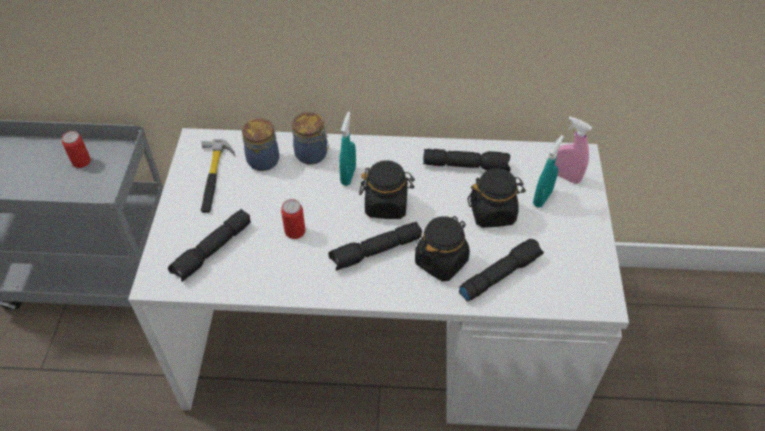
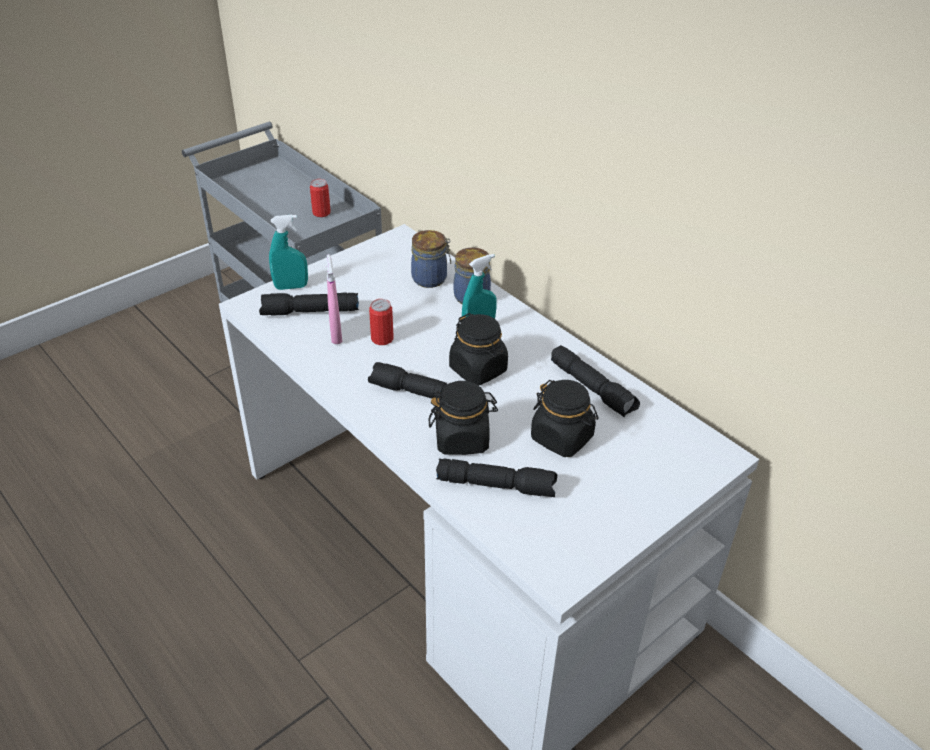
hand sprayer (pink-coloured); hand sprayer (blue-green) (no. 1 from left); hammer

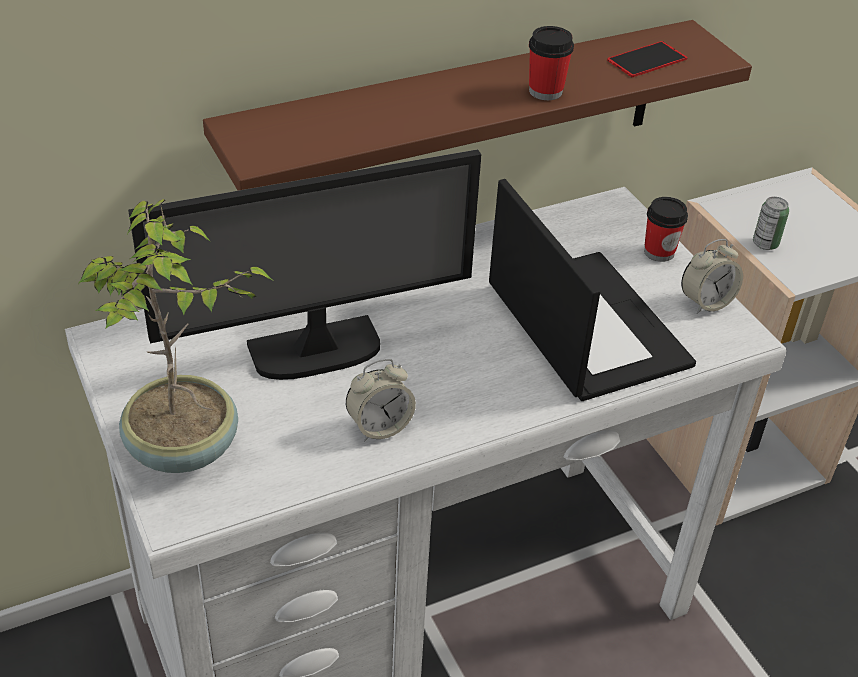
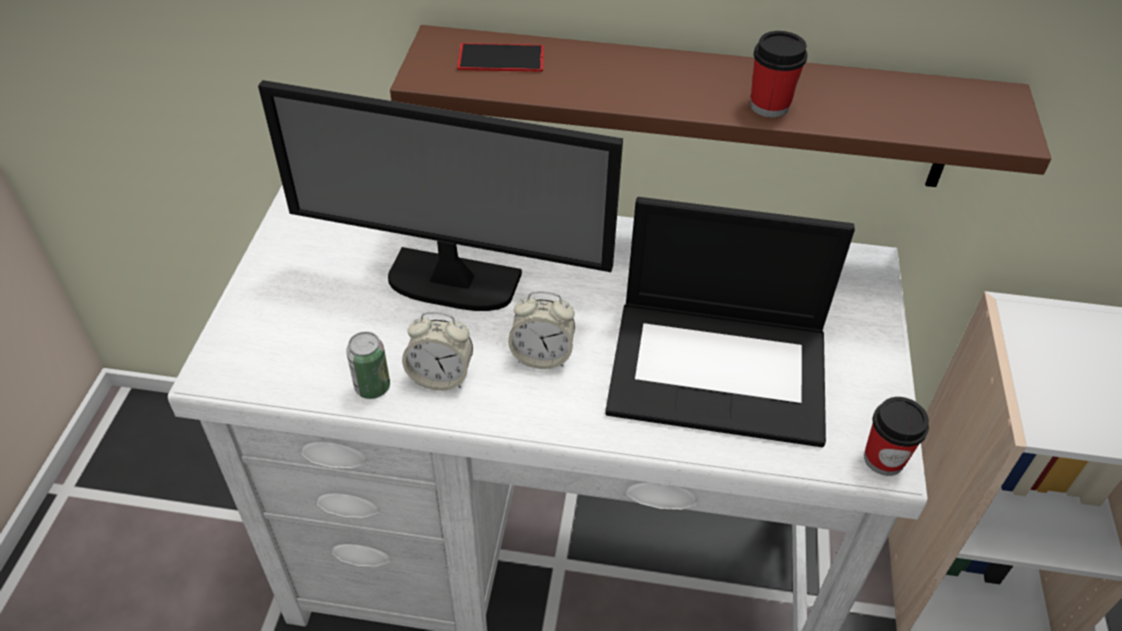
handset; portable computer; drinking cup (no. 2 from left); can; houseplant; table clock (no. 2 from left)

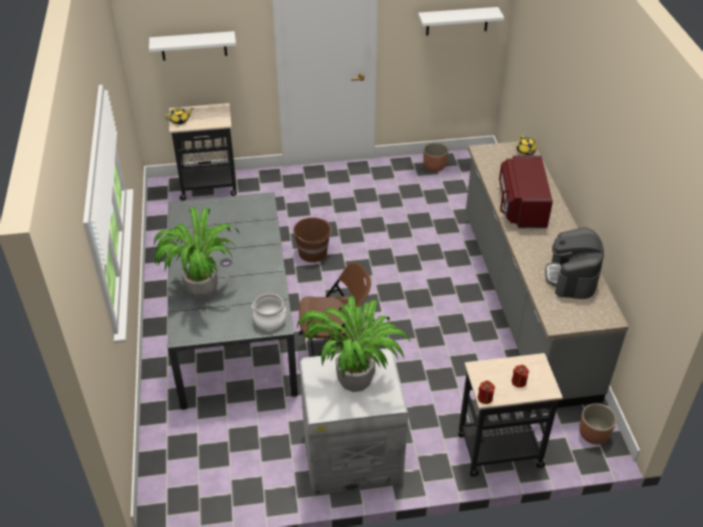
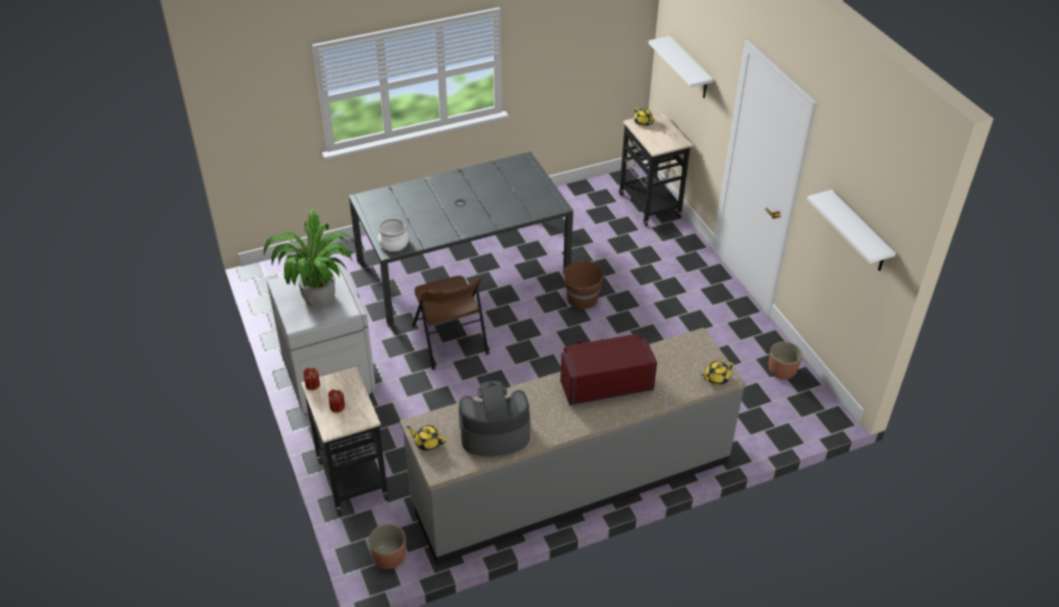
houseplant (no. 1 from left in the first image); pot for tea (yellowish) (no. 1 from left)

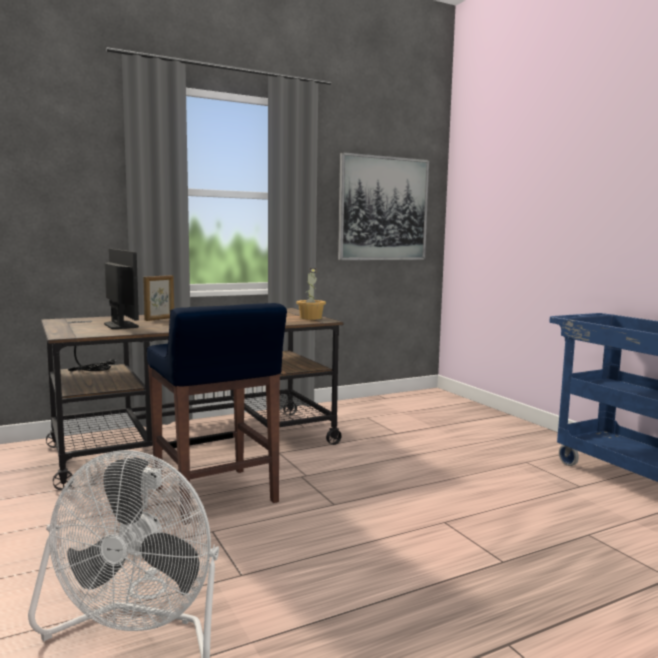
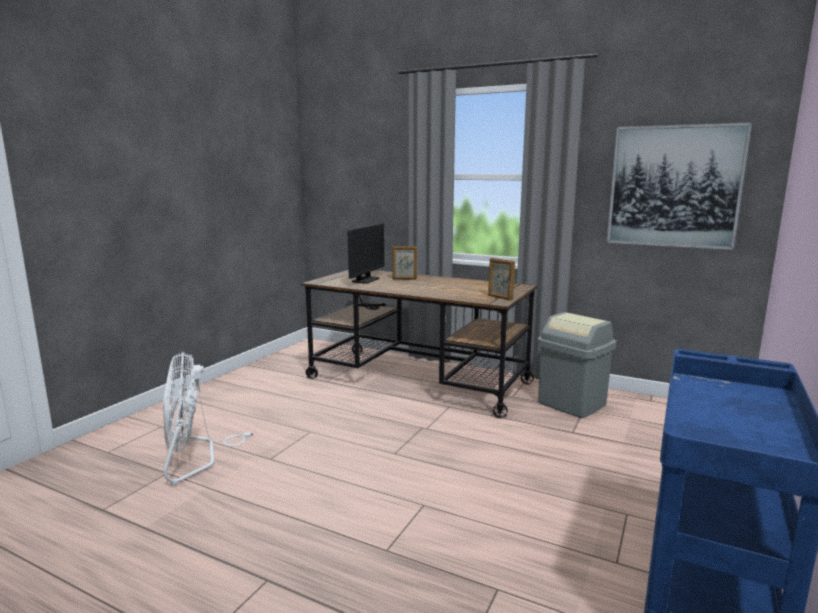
photo frame (no. 2 from left); stool (blue); trash can (greyish)

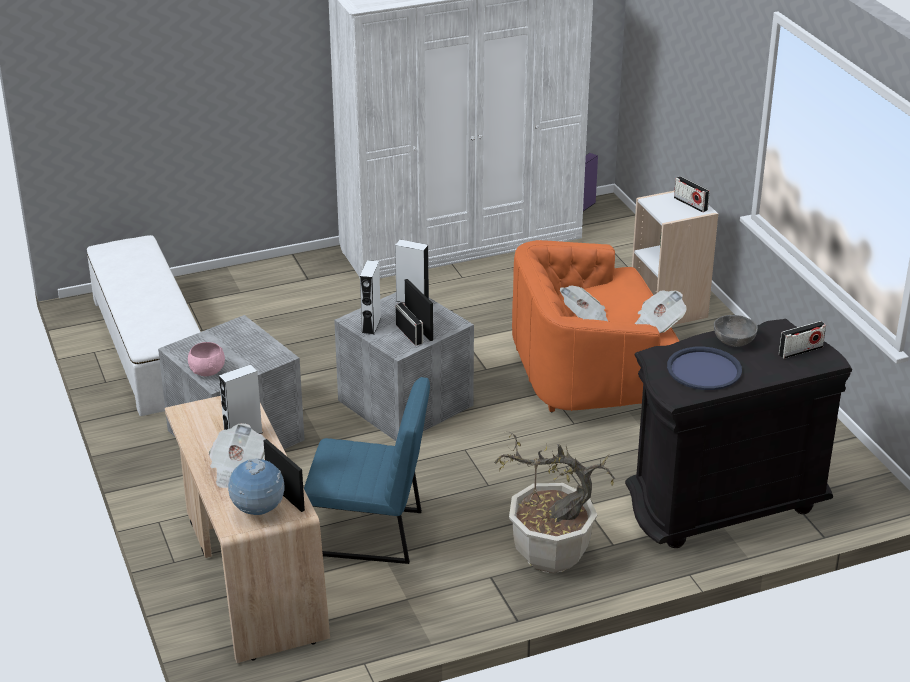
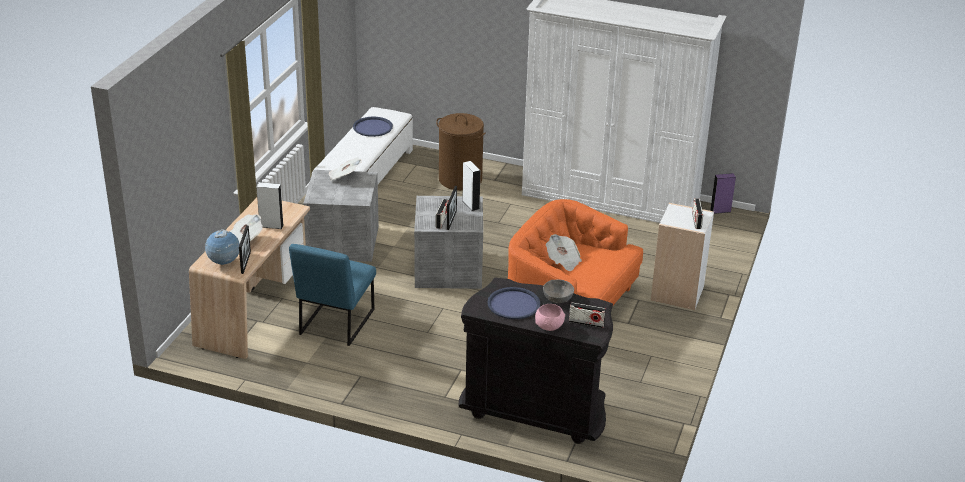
speaker (whitish) (no. 2 from left in the first image); daily paper (no. 2 from left); deep dish (pink-coloured); upright chair (blue); houseplant; laundry basket (brown-coloured); carrying tray (blue) (no. 1 from left)

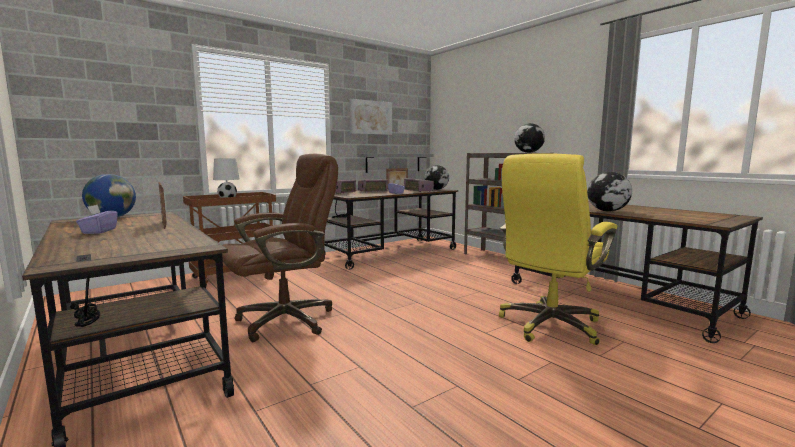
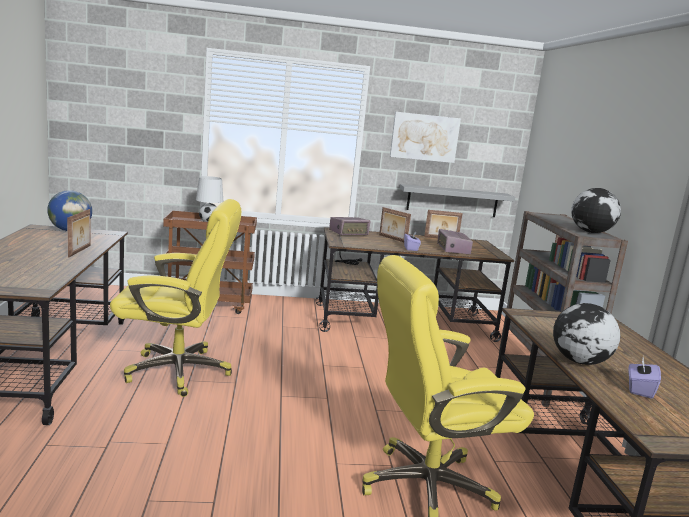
desk chair (yellowish) (no. 1 from left); world globe (no. 2 from left in the first image); photo frame (no. 2 from left); tissue holder (purple-coloured) (no. 2 from left)

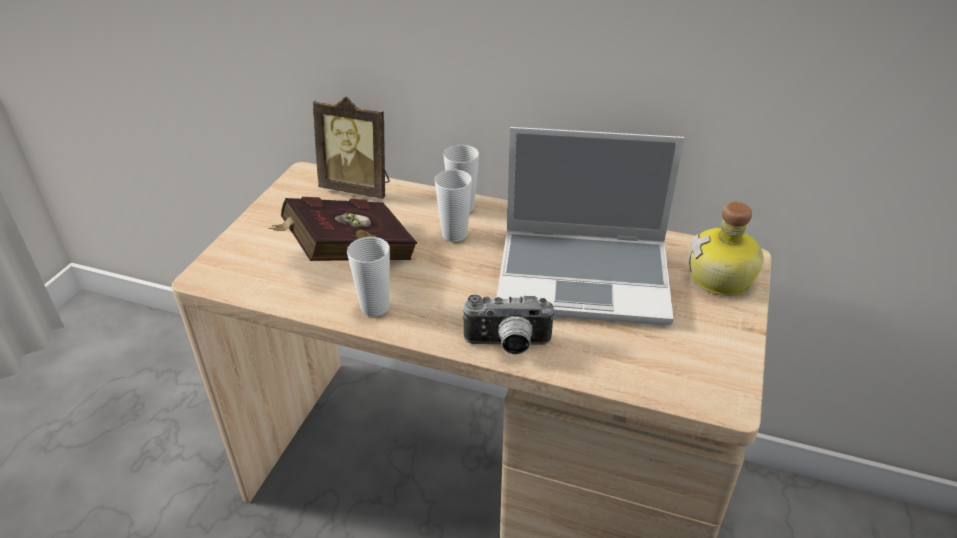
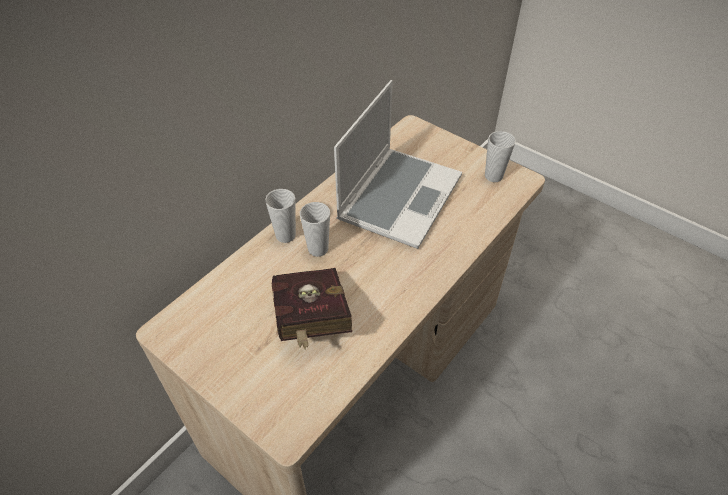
photo frame; bottle; drinking cup (no. 3 from left); photo camera

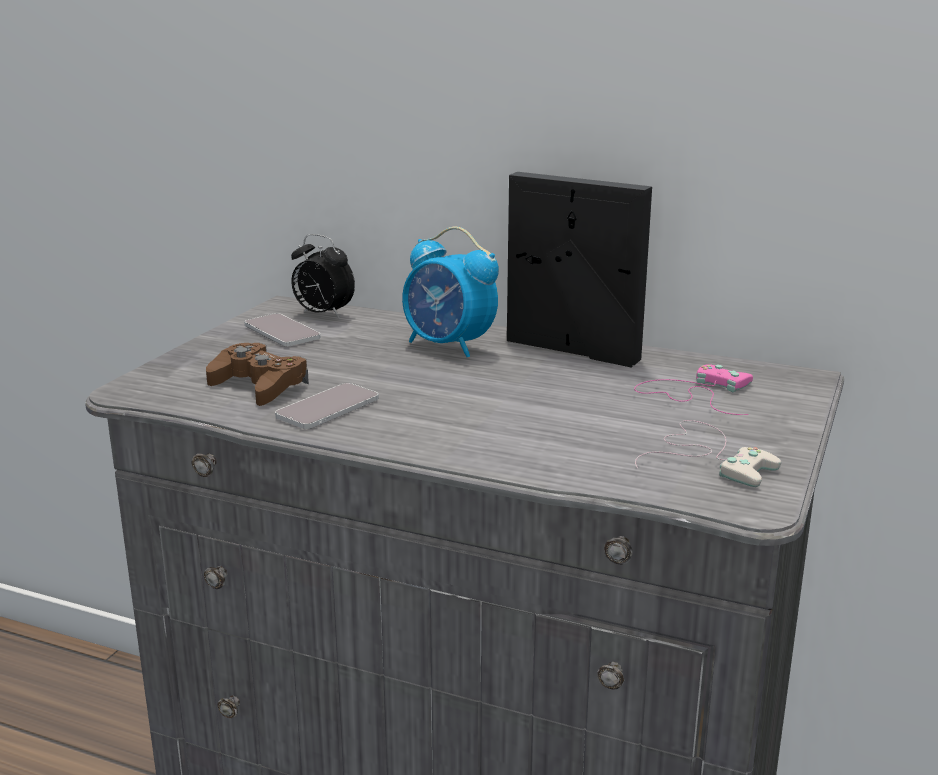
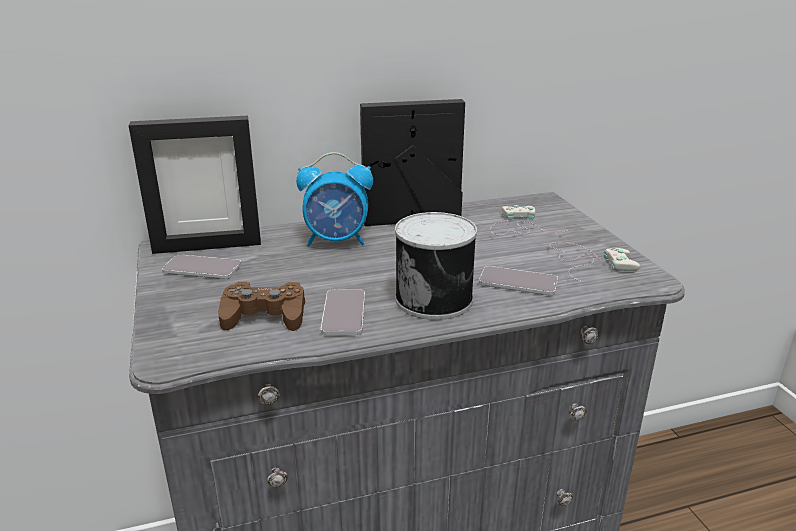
photo frame (no. 1 from left); joypad (whitish) (no. 1 from left); can; handset (no. 3 from left)

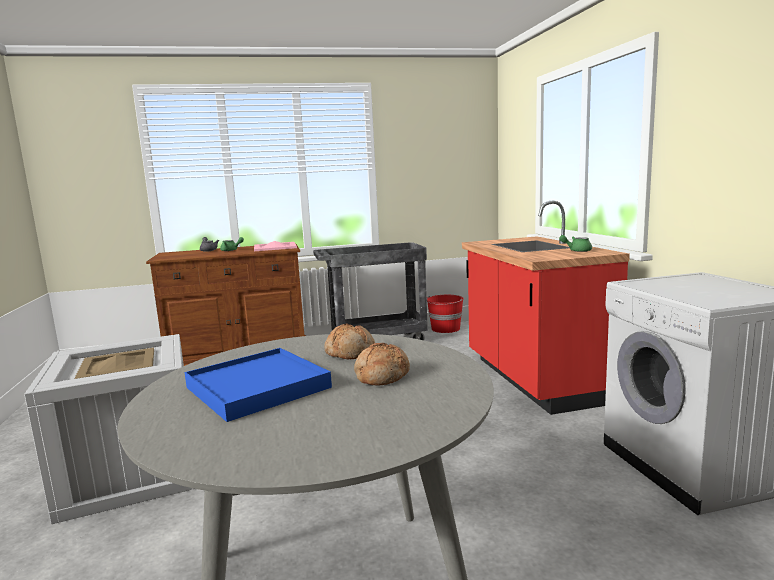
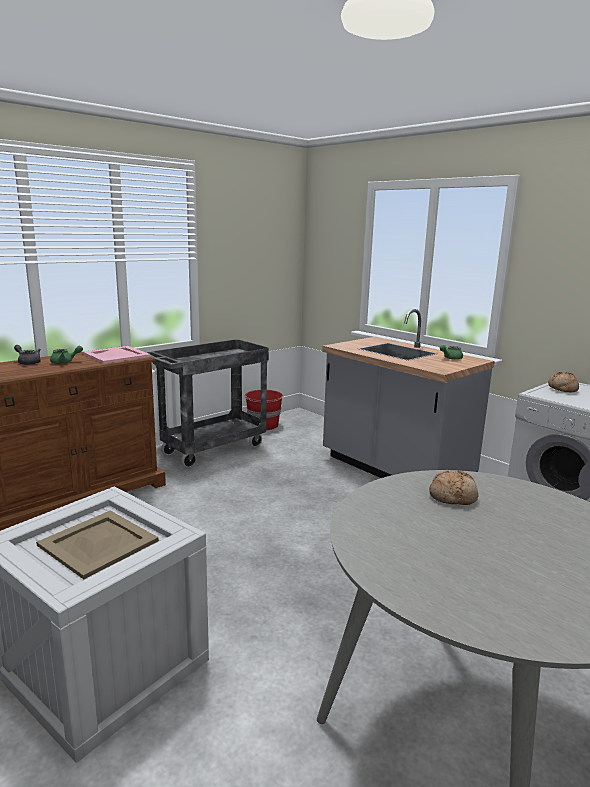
counter (greyish); bread (no. 2 from left); carrying tray (blue)

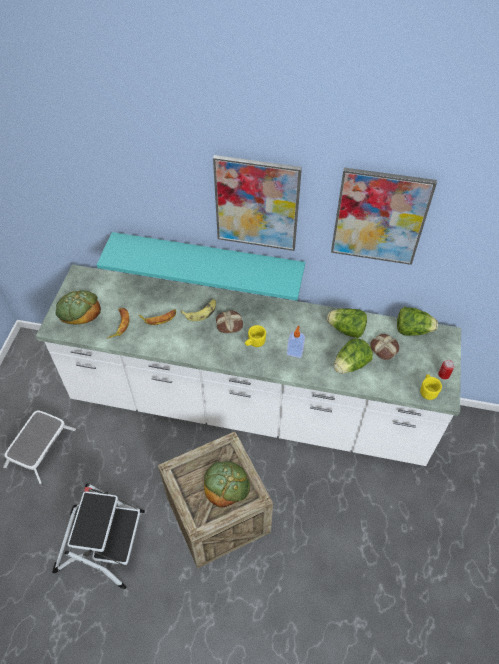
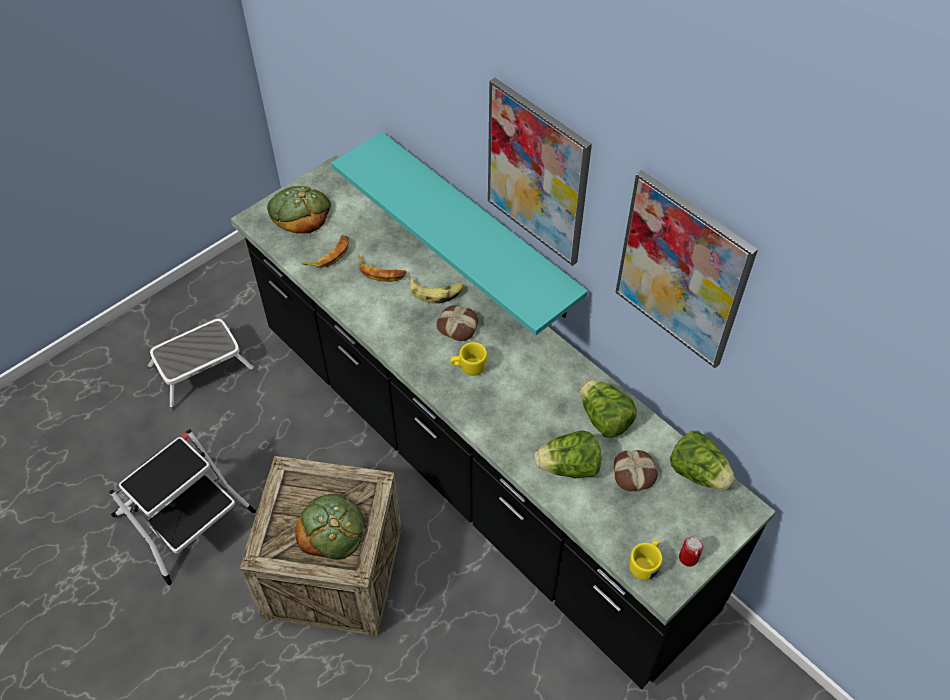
counter (black-coloured); liquid soap bottle

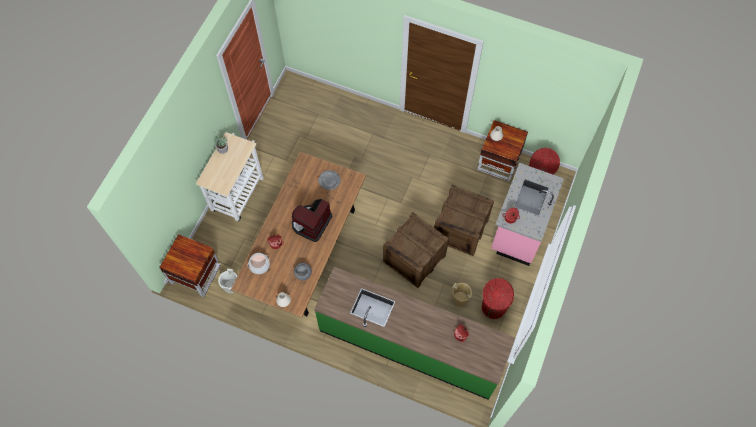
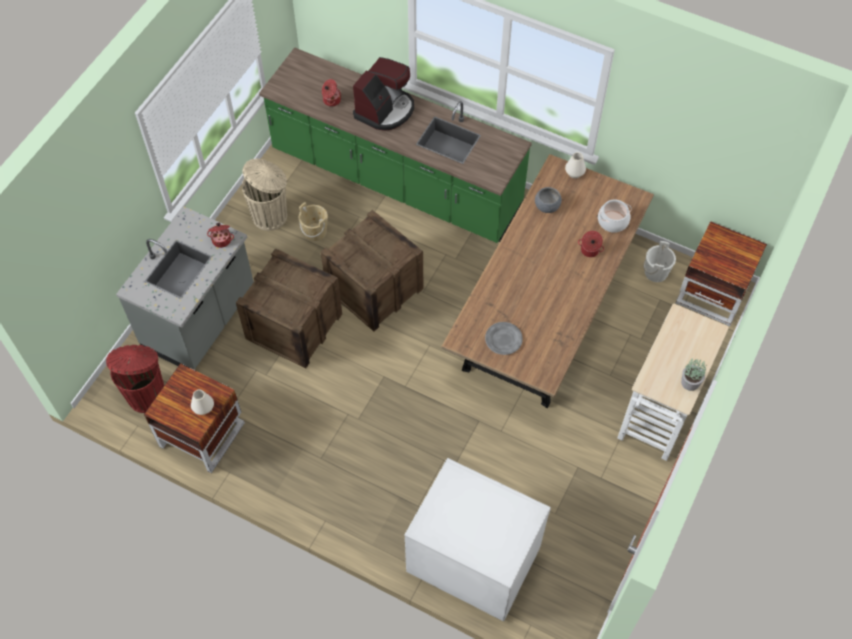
counter (greyish); coffee maker; trash can (beige-coloured); washing machine (whitish)

